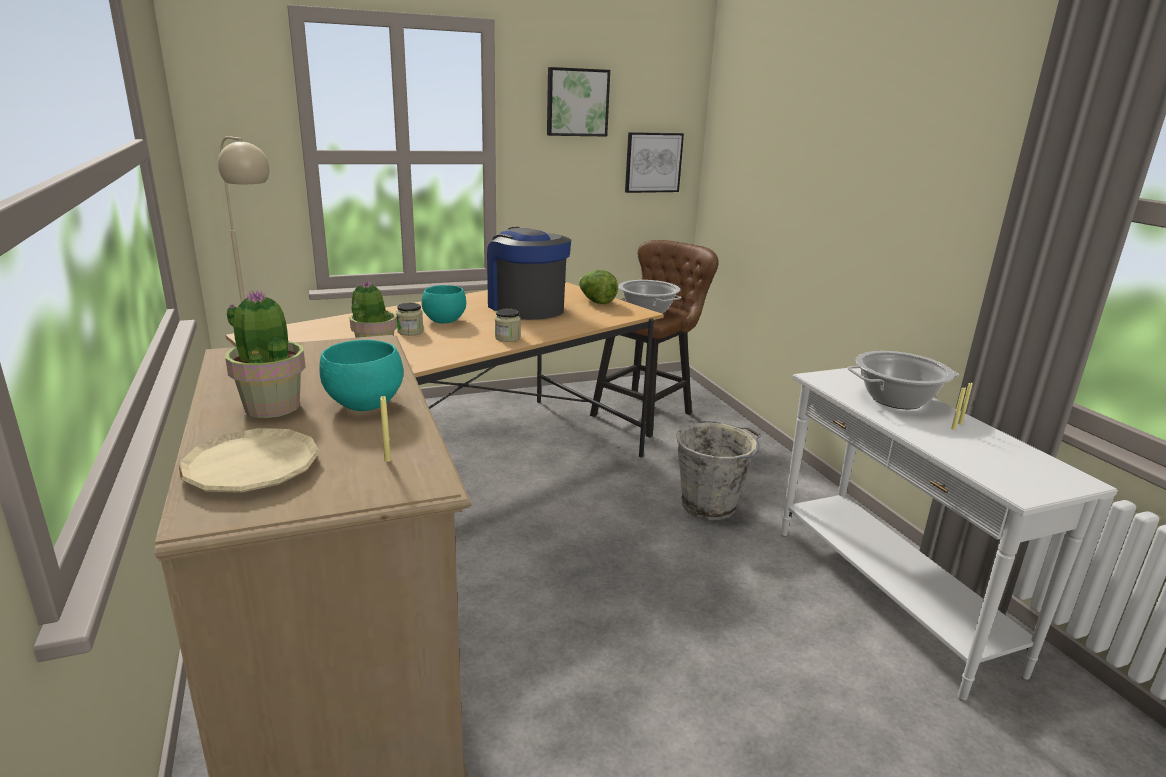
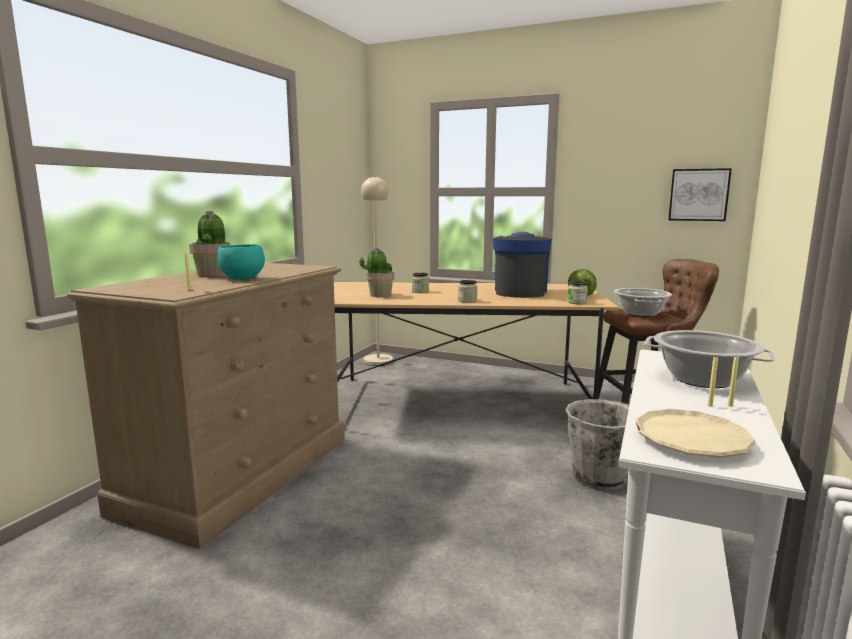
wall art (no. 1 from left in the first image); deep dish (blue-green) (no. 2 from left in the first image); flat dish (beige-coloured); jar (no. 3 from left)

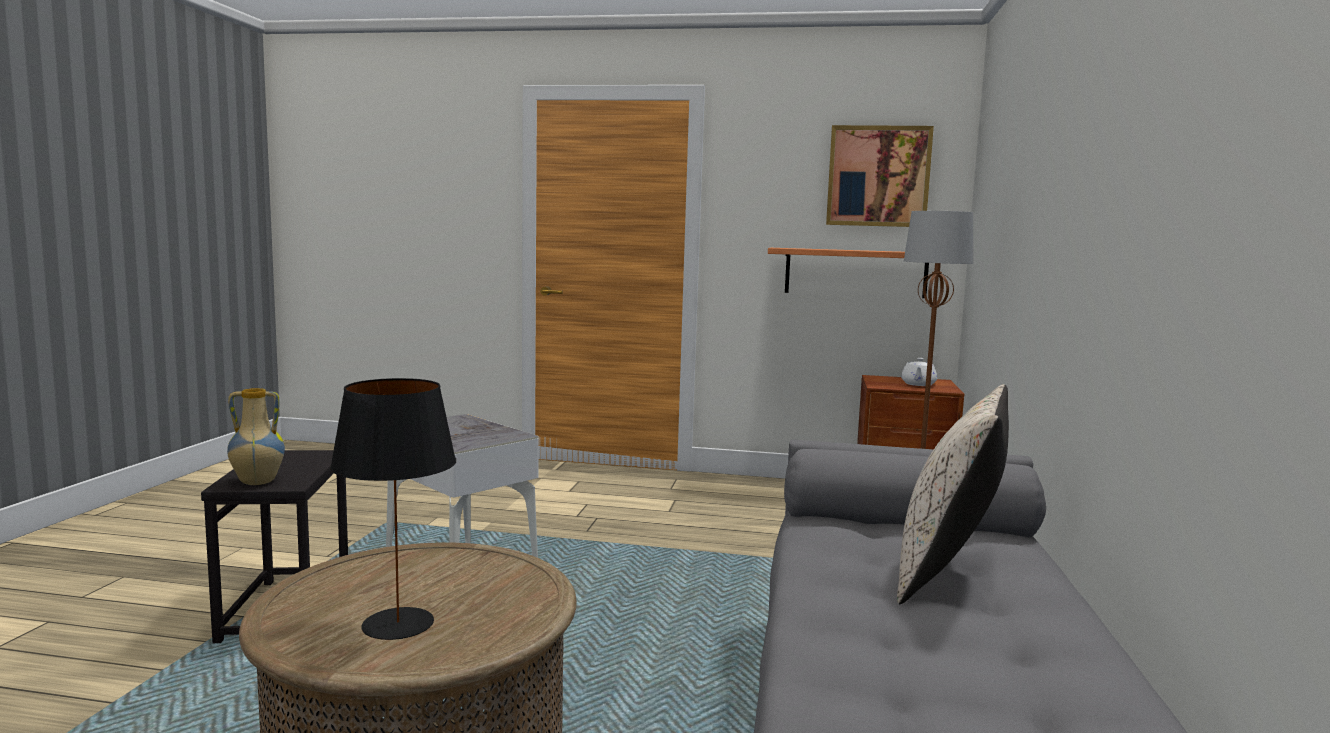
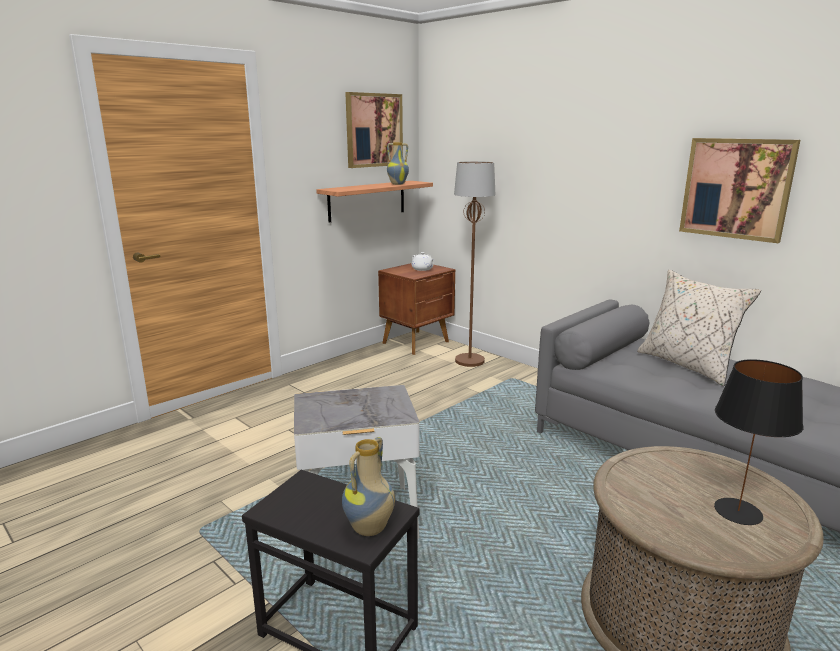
wall art (no. 2 from left); flower vase (no. 2 from left)

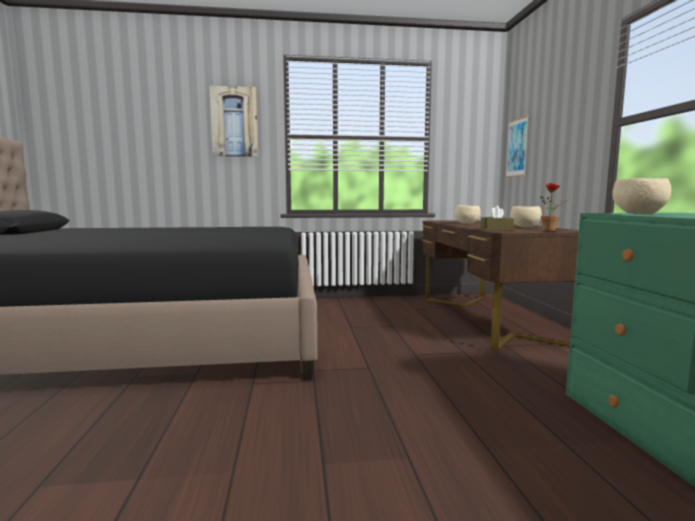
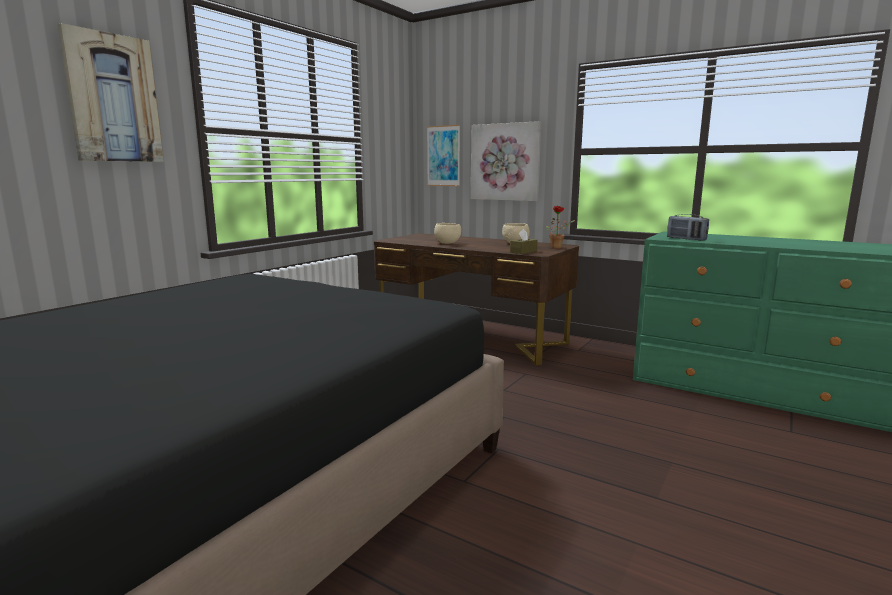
radio; wall art (no. 3 from left)

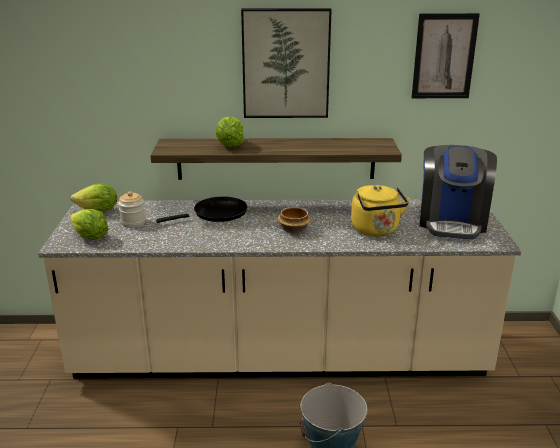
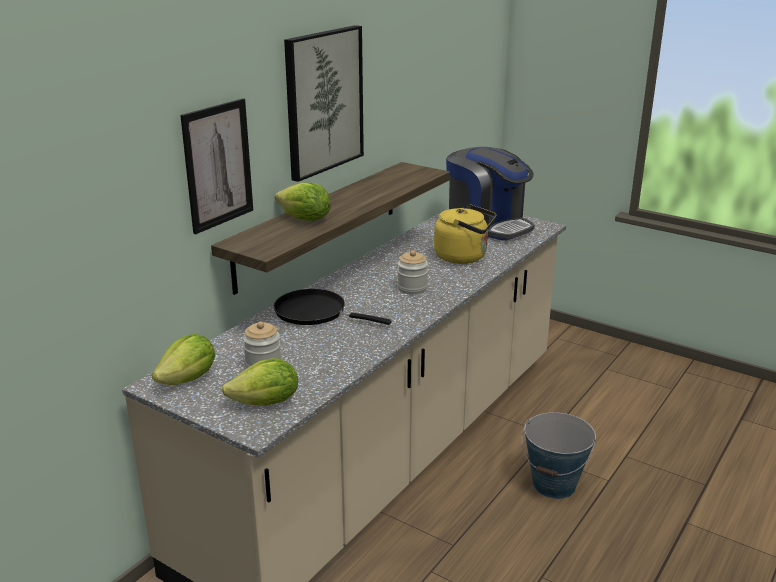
wall art (no. 1 from left); skillet (black-coloured); jar (no. 2 from left)

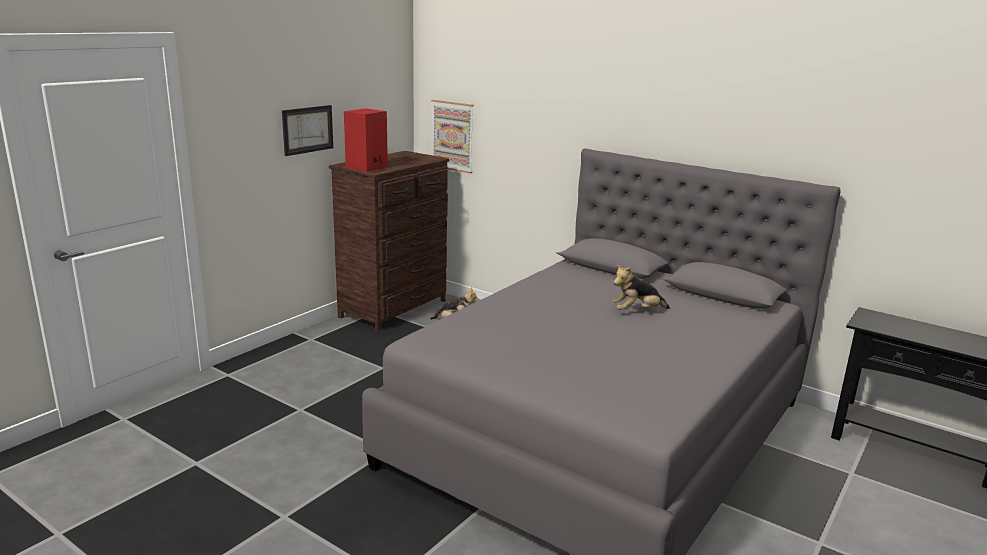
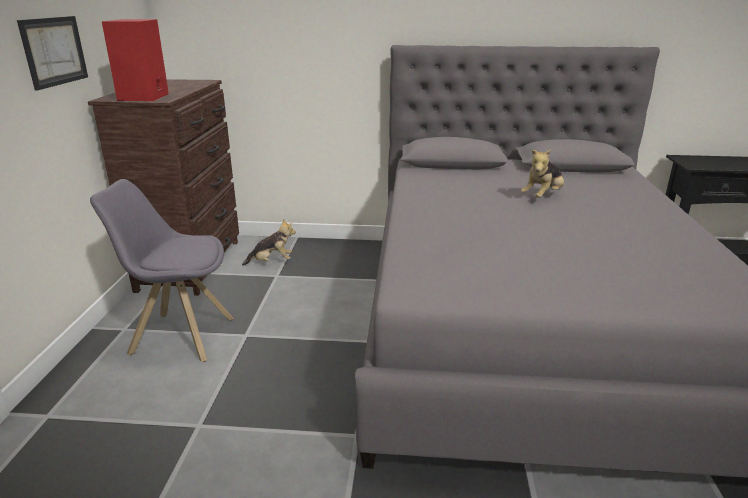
wall art (no. 2 from left in the first image); upright chair (greyish)

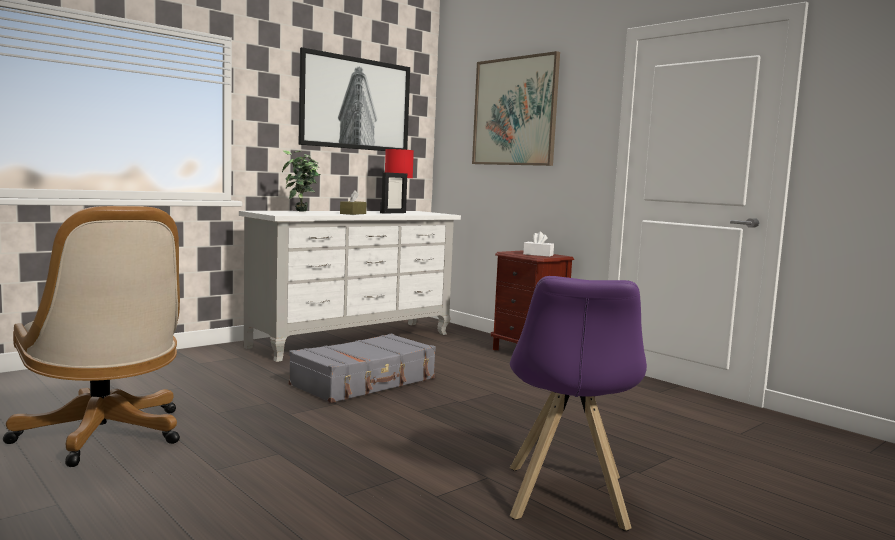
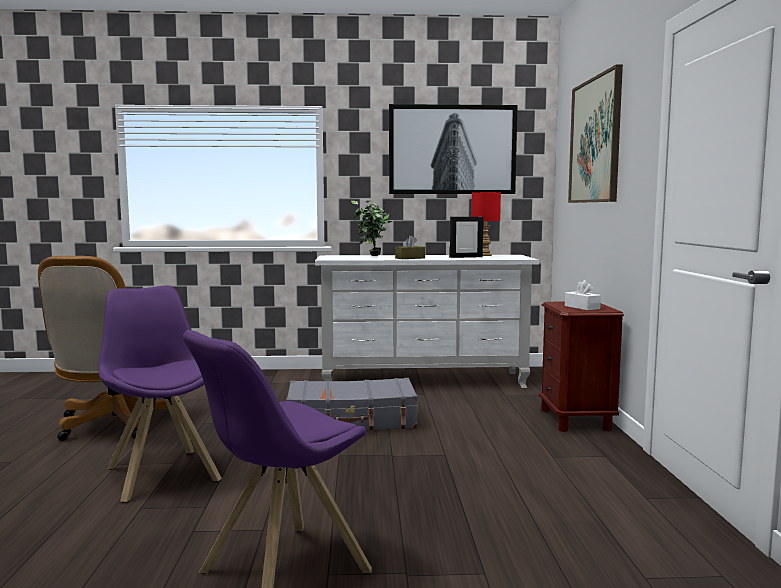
upright chair (purple-coloured) (no. 1 from left)

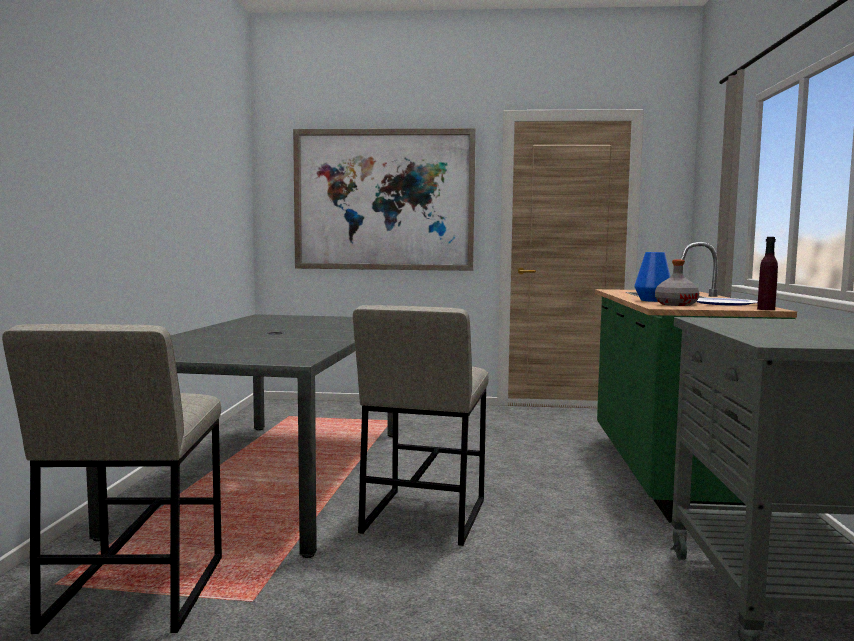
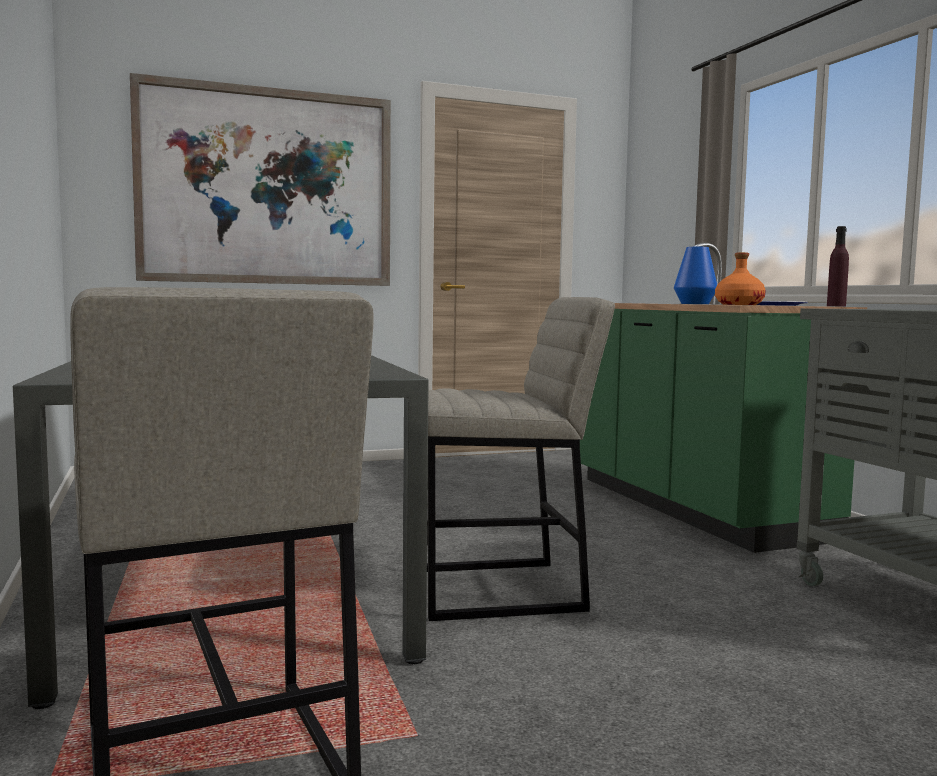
bottle (orange); upright chair (greyish) (no. 2 from left)

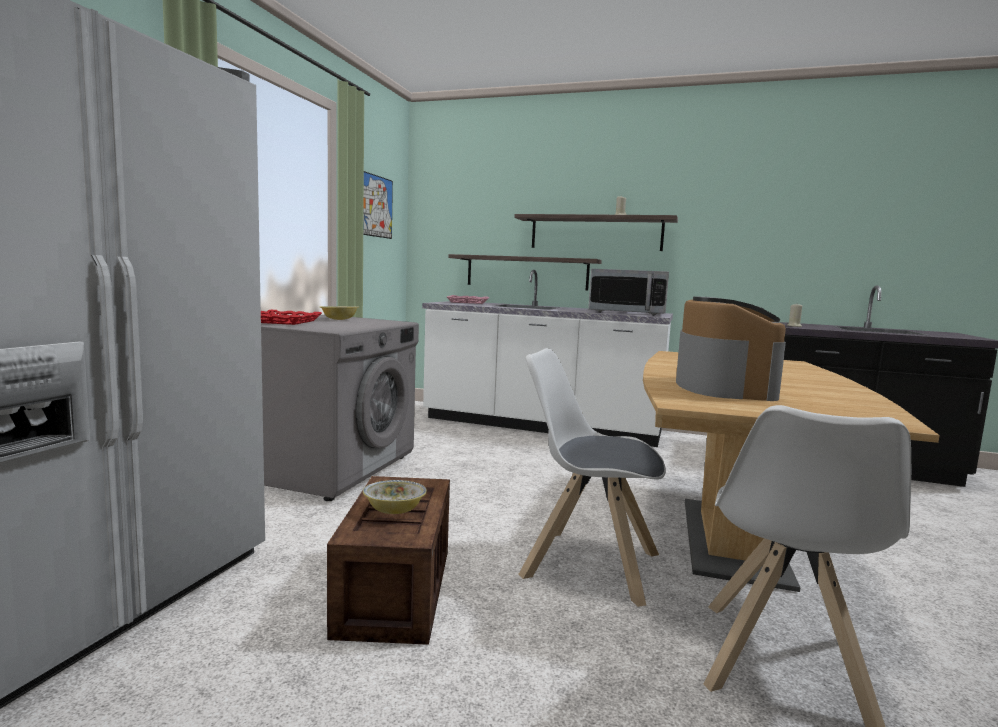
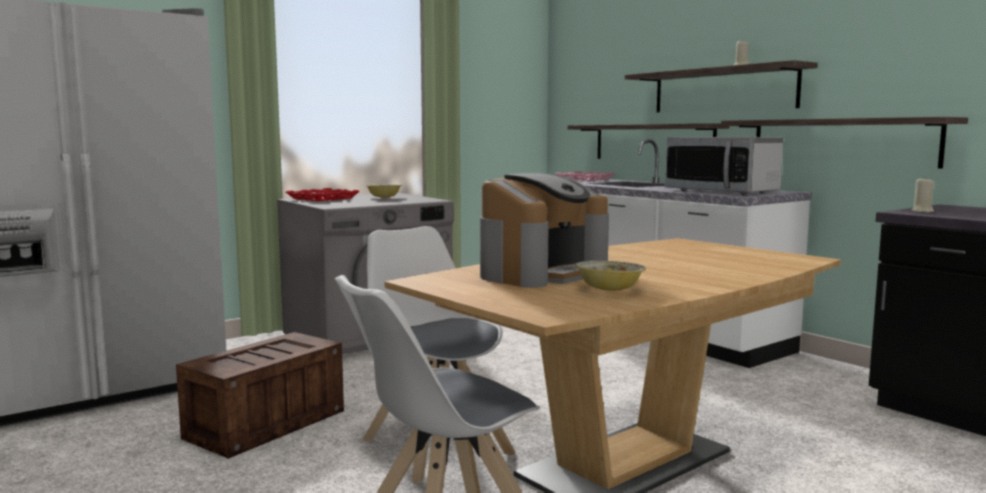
wall art; deep dish (no. 2 from left); shelf (no. 3 from left)

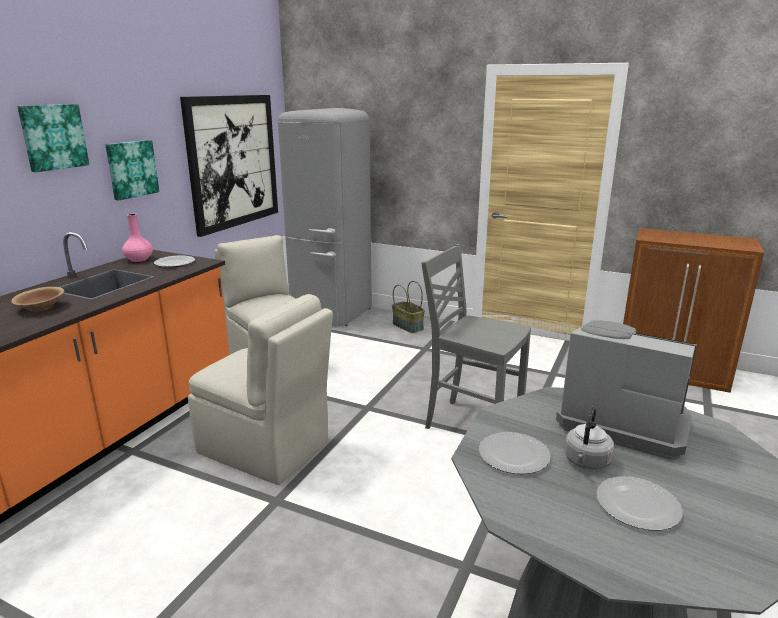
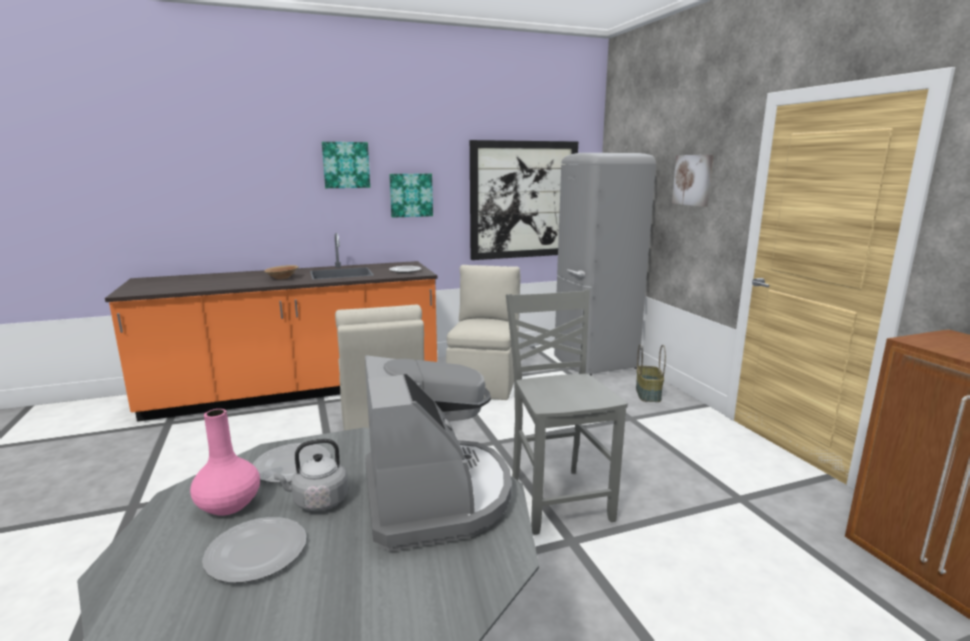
flower vase (pink-coloured); wall art (no. 4 from left)

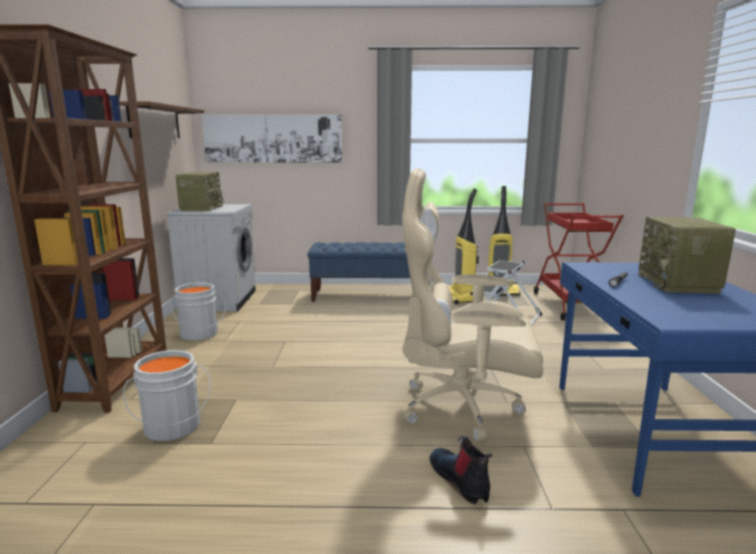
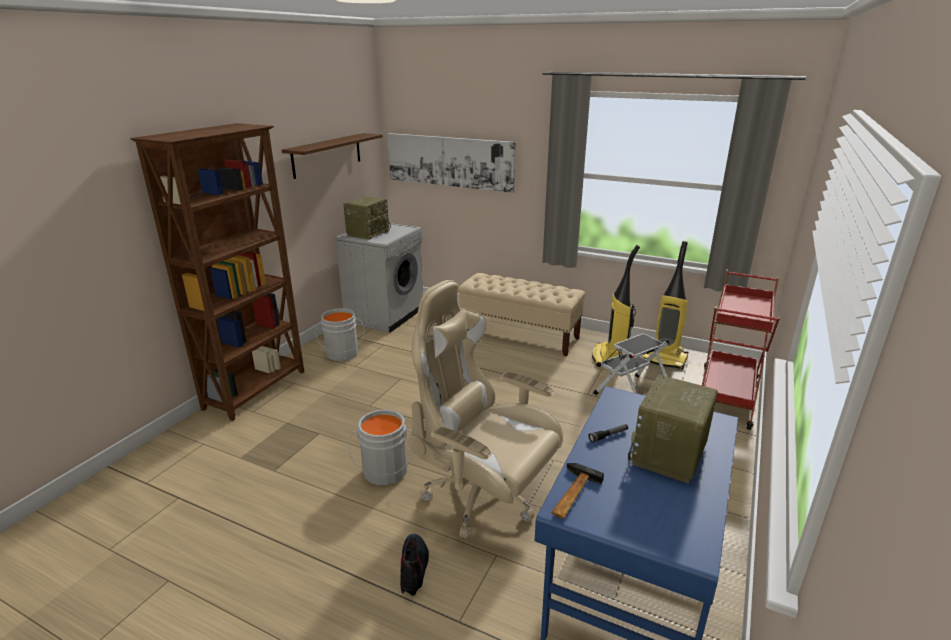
indoor bench (beige-coloured); water bucket (greyish) (no. 2 from left); hammer

